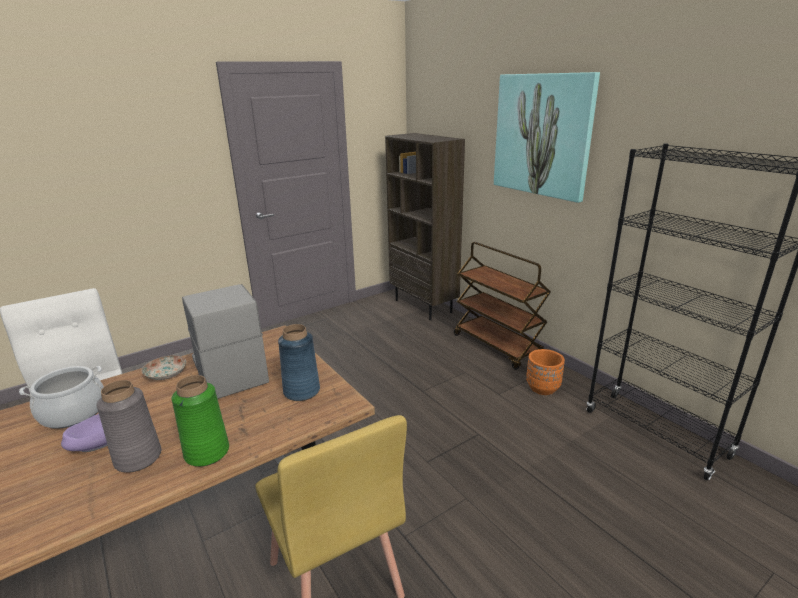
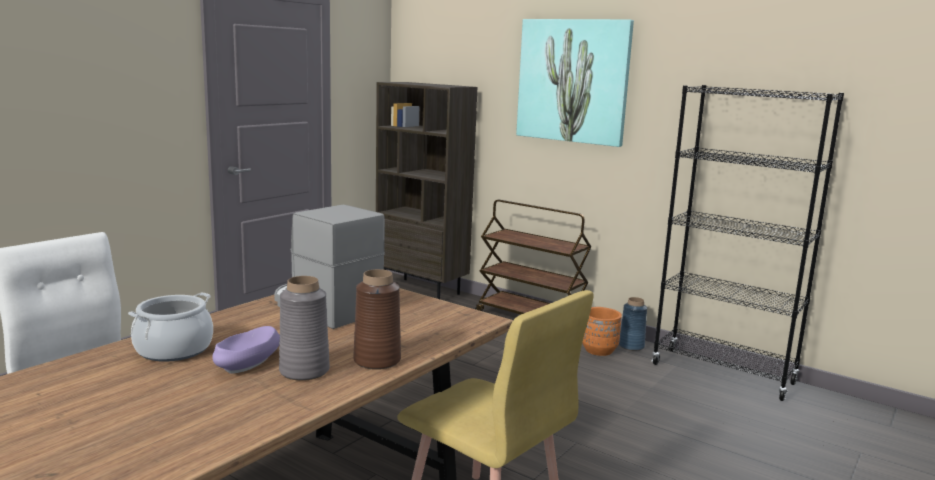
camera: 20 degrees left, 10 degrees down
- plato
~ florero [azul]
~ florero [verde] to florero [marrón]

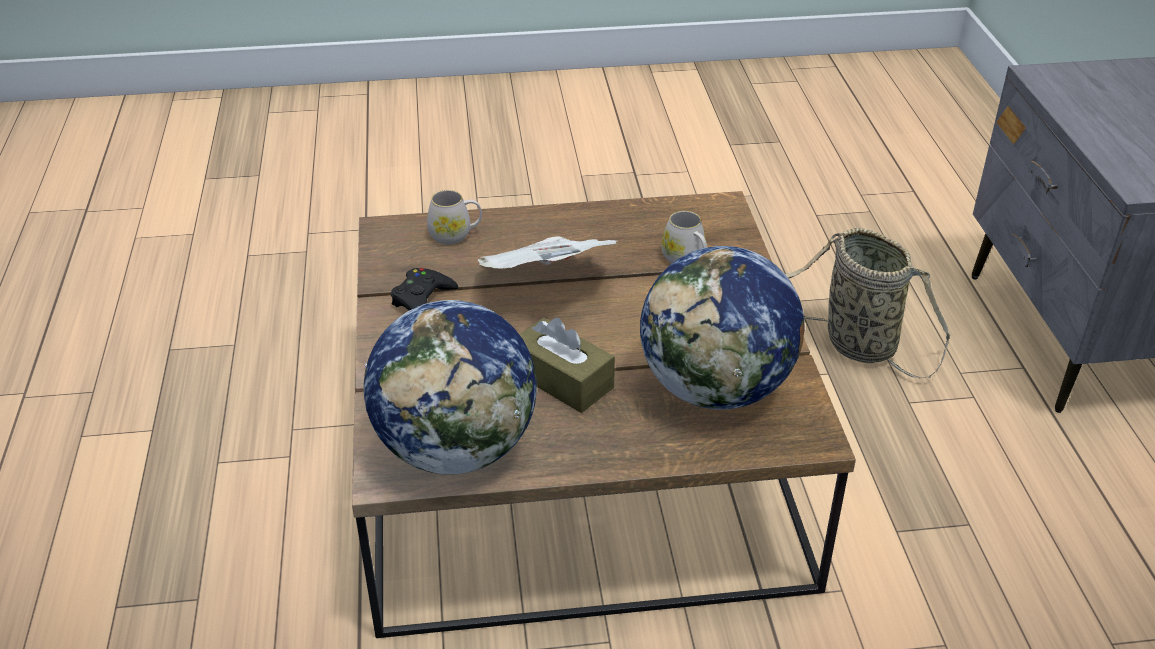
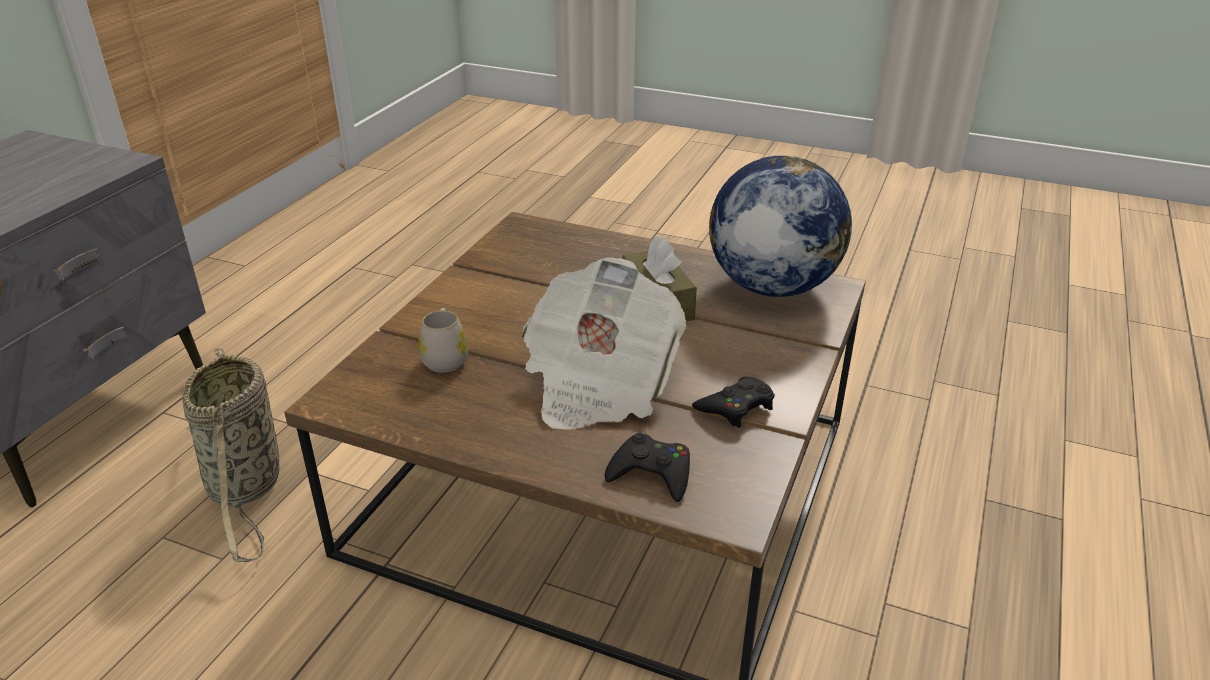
camera: 150 degrees left, 5 degrees down
- globo terráqueo (no. 2 from left)
~ taza grande [blanco] (no. 1 from left) to mando de consola [negro] (no. 1 from left)

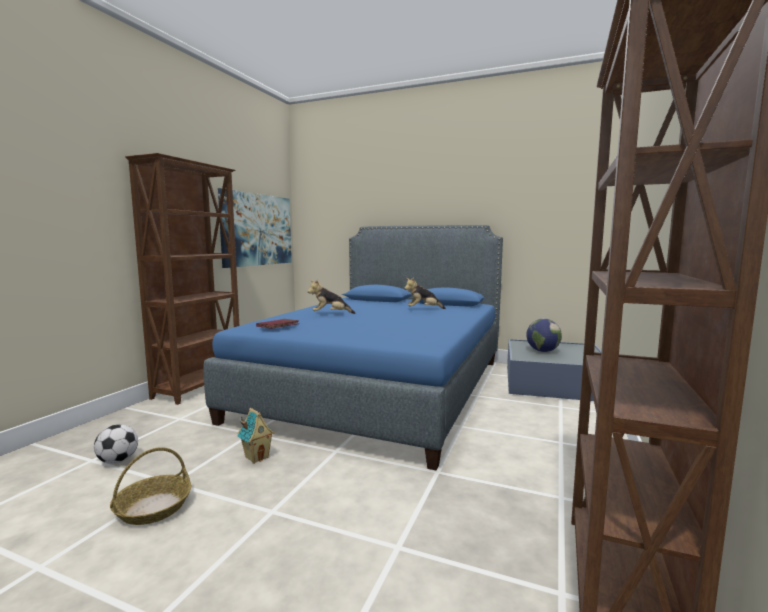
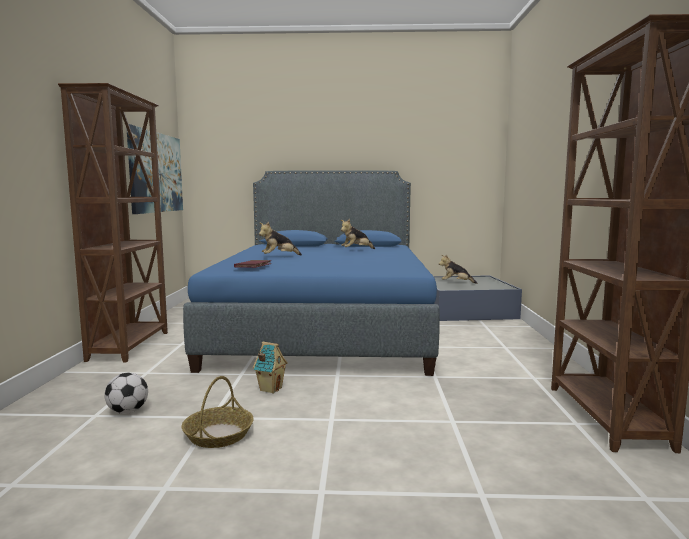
camera: 20 degrees left, 0 degrees up
~ globo terráqueo to peluche (no. 3 from left)

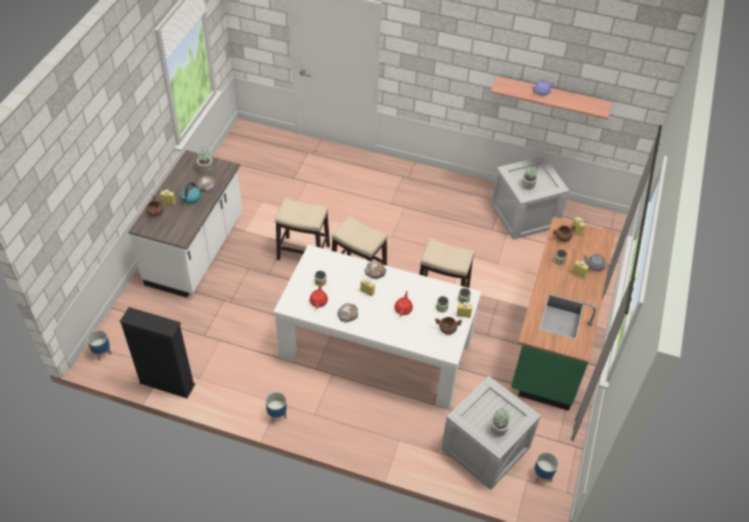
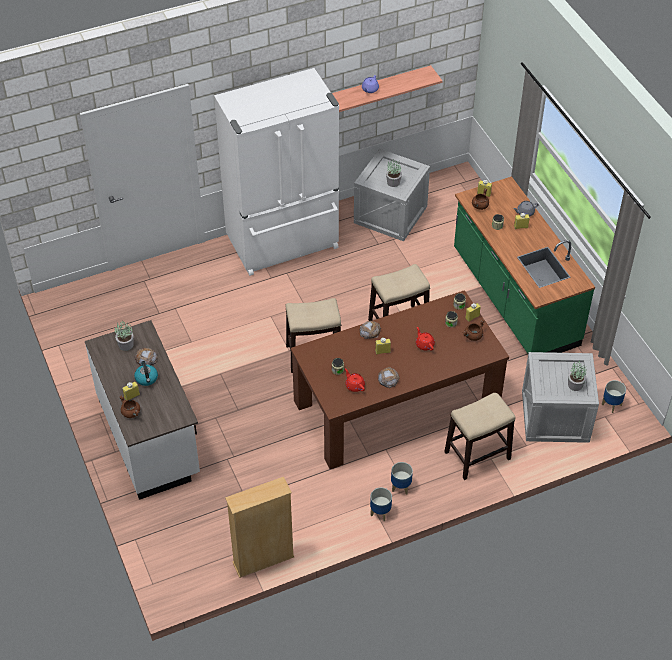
camera: 40 degrees left, 0 degrees up
+ nevera [blanco]
~ maceta (no. 1 from left in the first image) to maceta (no. 2 from left)
~ taburete (no. 1 from left in the first image) to taburete (no. 3 from left)
~ estantería [negro] to estantería [beis]
~ mesa de comedor [blanco] to mesa de comedor [marrón]

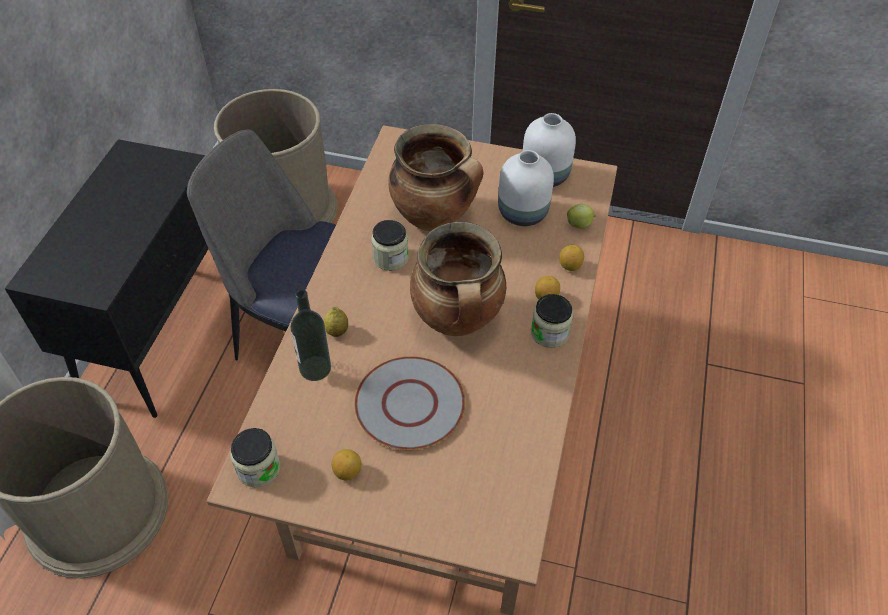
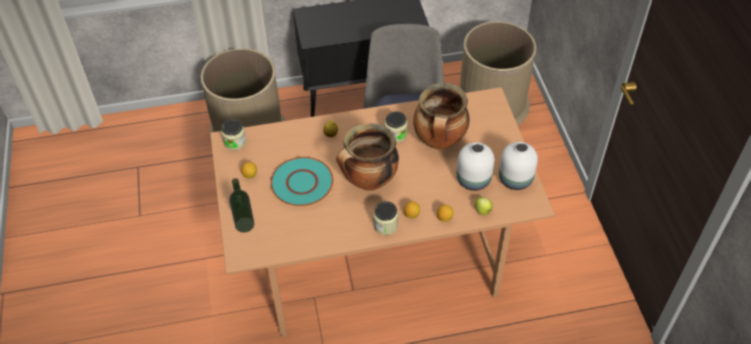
camera: 65 degrees right, 0 degrees up
~ botella
~ plato [gris] to plato [turquesa]

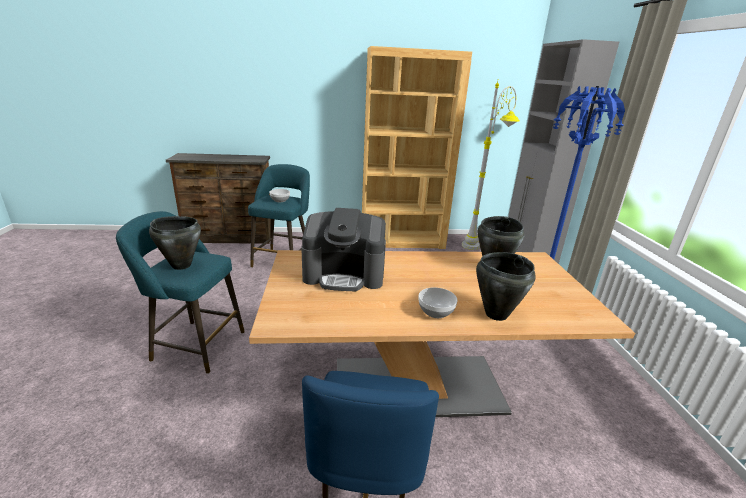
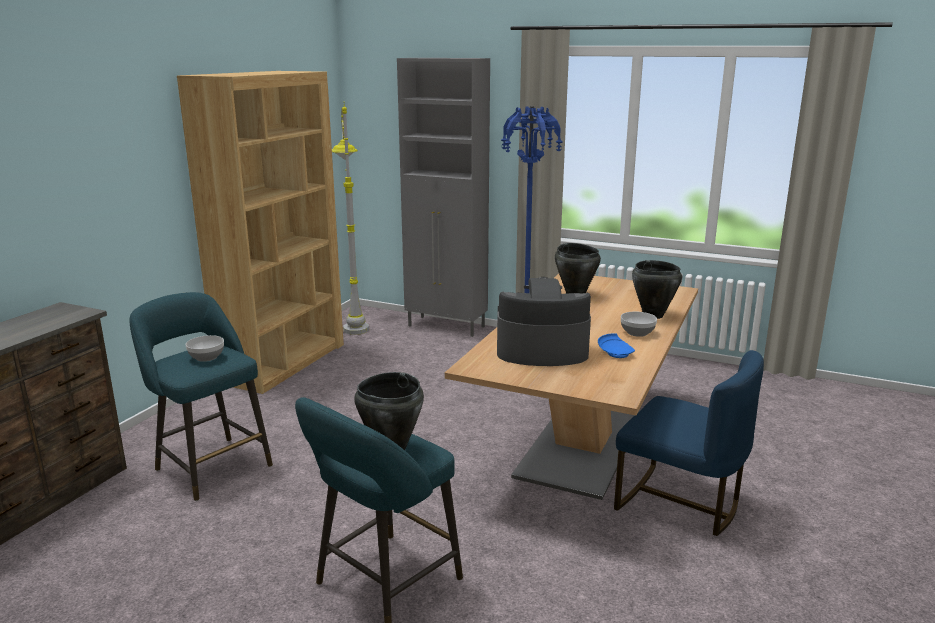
camera: 60 degrees left, 5 degrees down
+ plato [azul]
~ cafetera 120 degrees counterclockwise

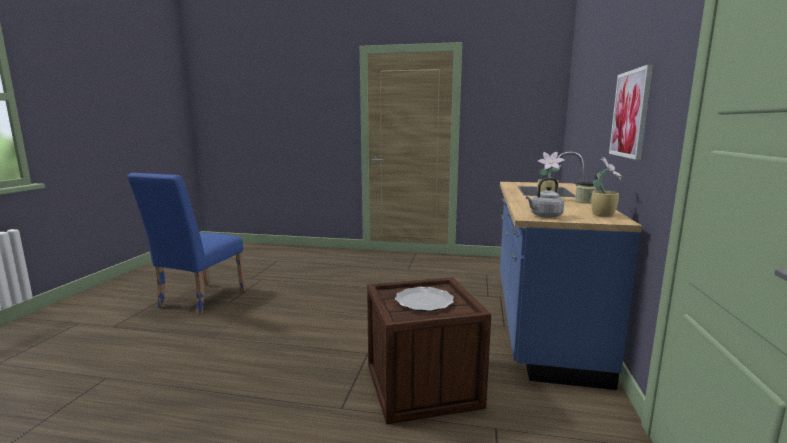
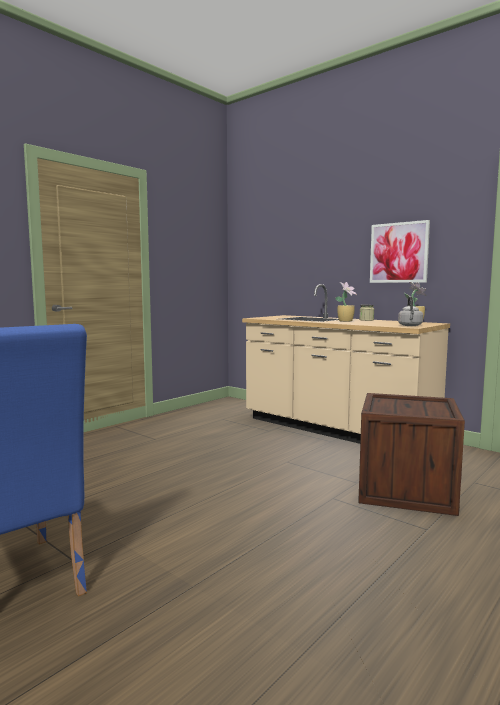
camera: 60 degrees left, 5 degrees down
- plato
~ mueble bajo de cocina [azul] to mueble bajo de cocina [beis]

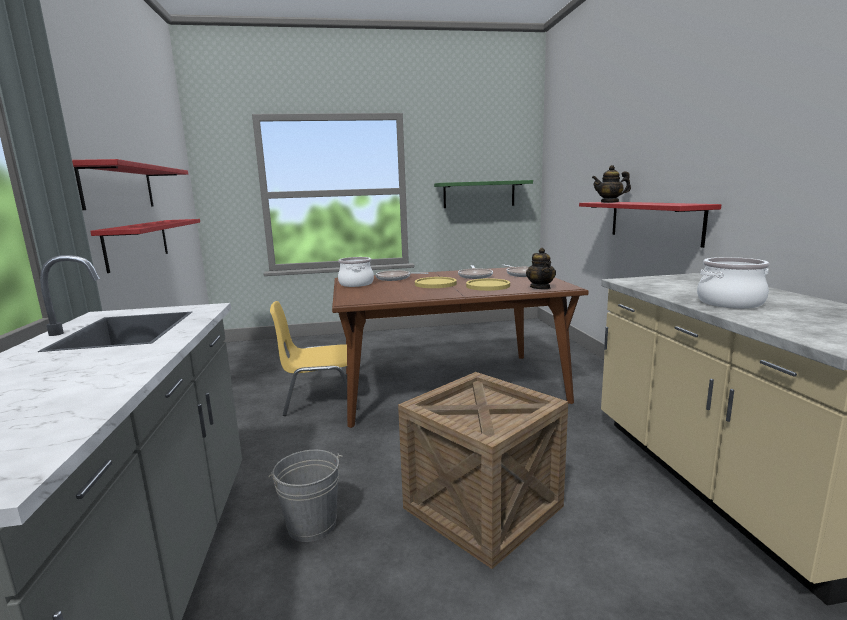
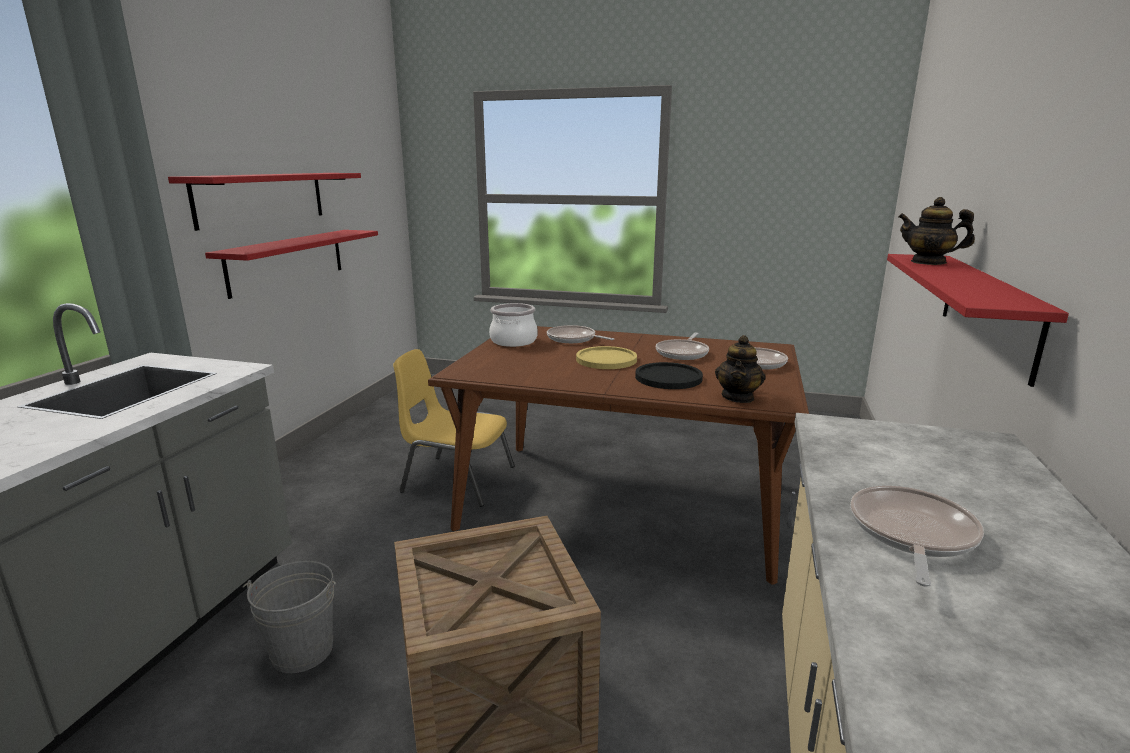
camera: 25 degrees right, 5 degrees up
- estante [verde]
~ olla (no. 2 from left) to sartén (no. 4 from left)
~ plato [amarillo] (no. 2 from left) to plato [negro]

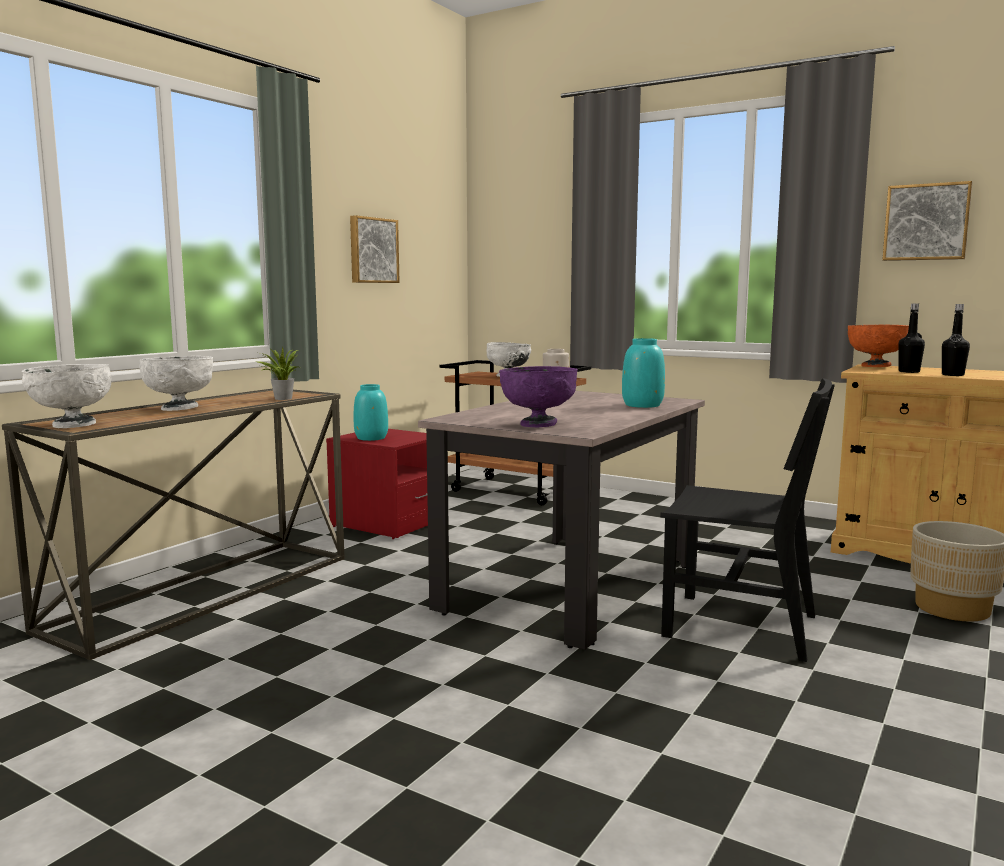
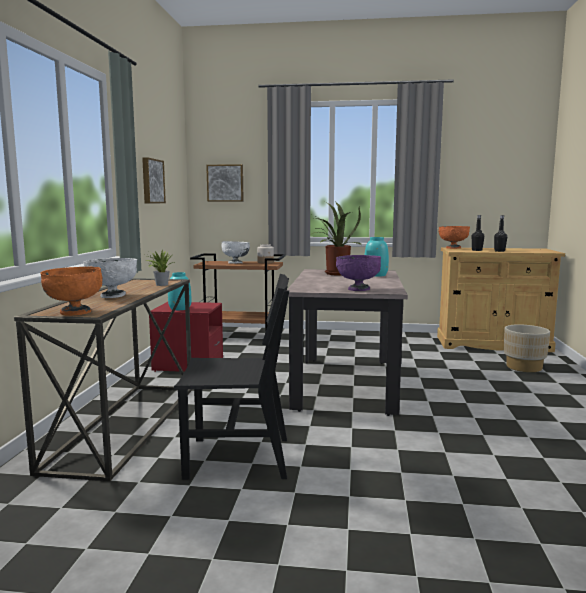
camera: 25 degrees left, 0 degrees up
+ planta en maceta (no. 2 from left)
~ silla [negro]
~ cuadro (no. 2 from left)
~ cuenco [blanco] (no. 1 from left) to cuenco [naranja] (no. 1 from left)

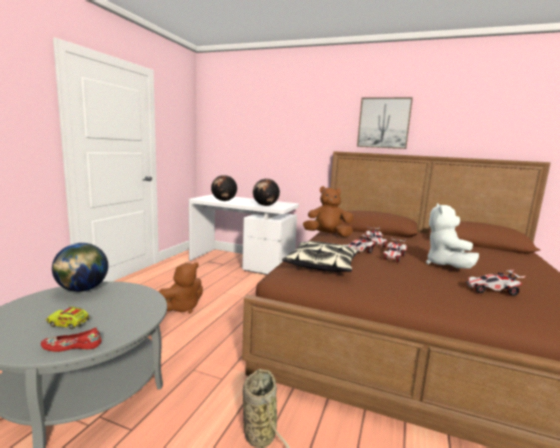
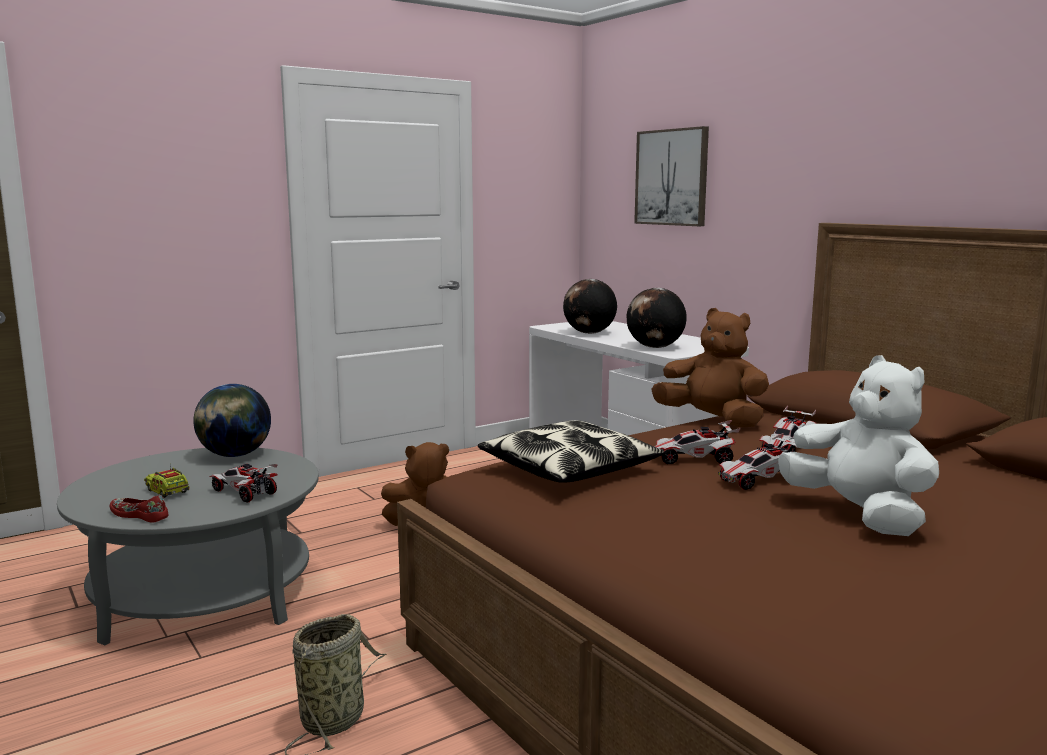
camera: 35 degrees right, 0 degrees up
~ cuadro
~ coche de juguete (no. 4 from left in the first image) to coche de juguete (no. 1 from left)
~ peluche [blanco] 105 degrees clockwise

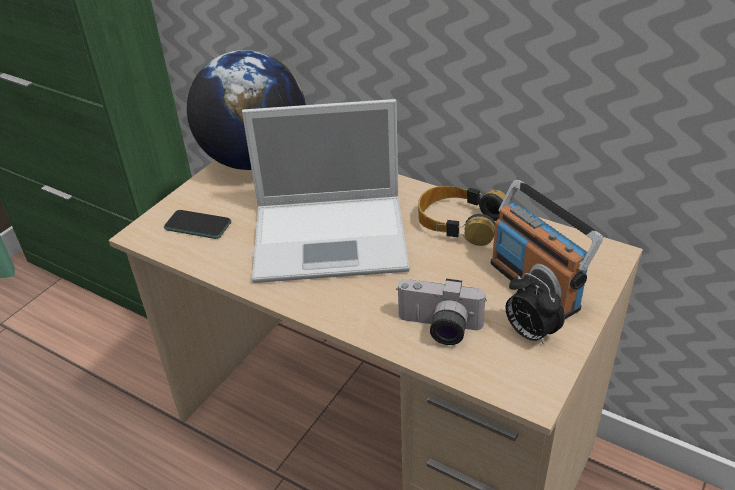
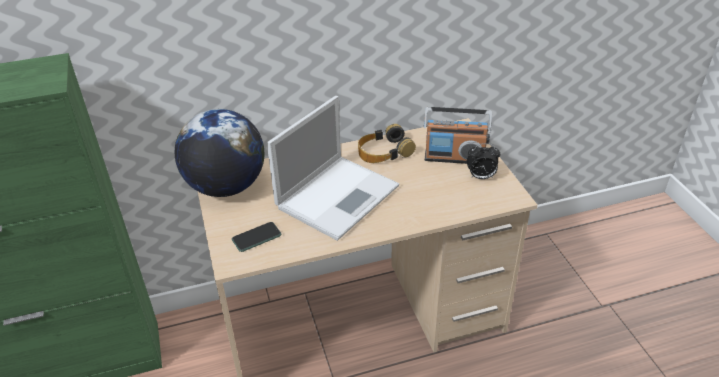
camera: 50 degrees left, 0 degrees up
- cámara

